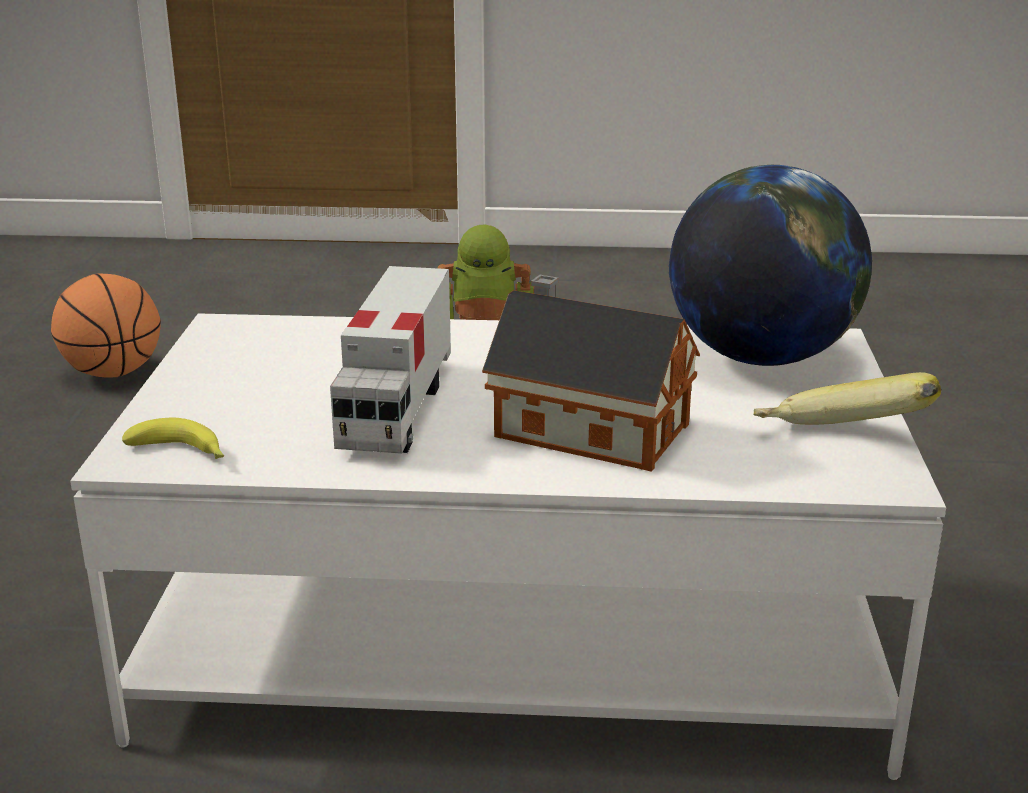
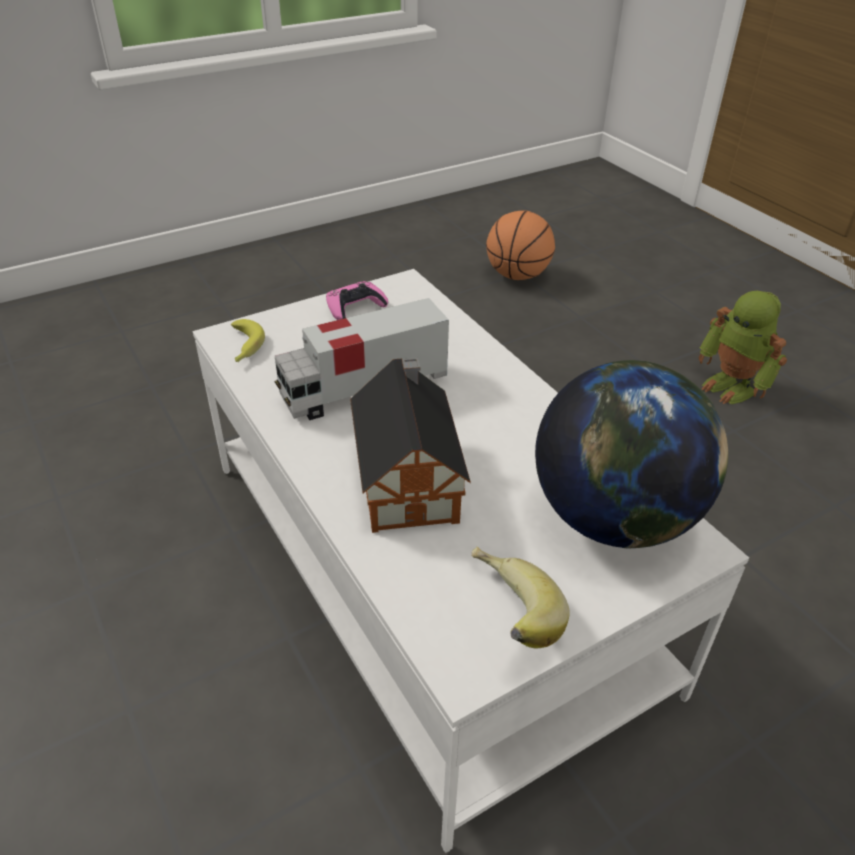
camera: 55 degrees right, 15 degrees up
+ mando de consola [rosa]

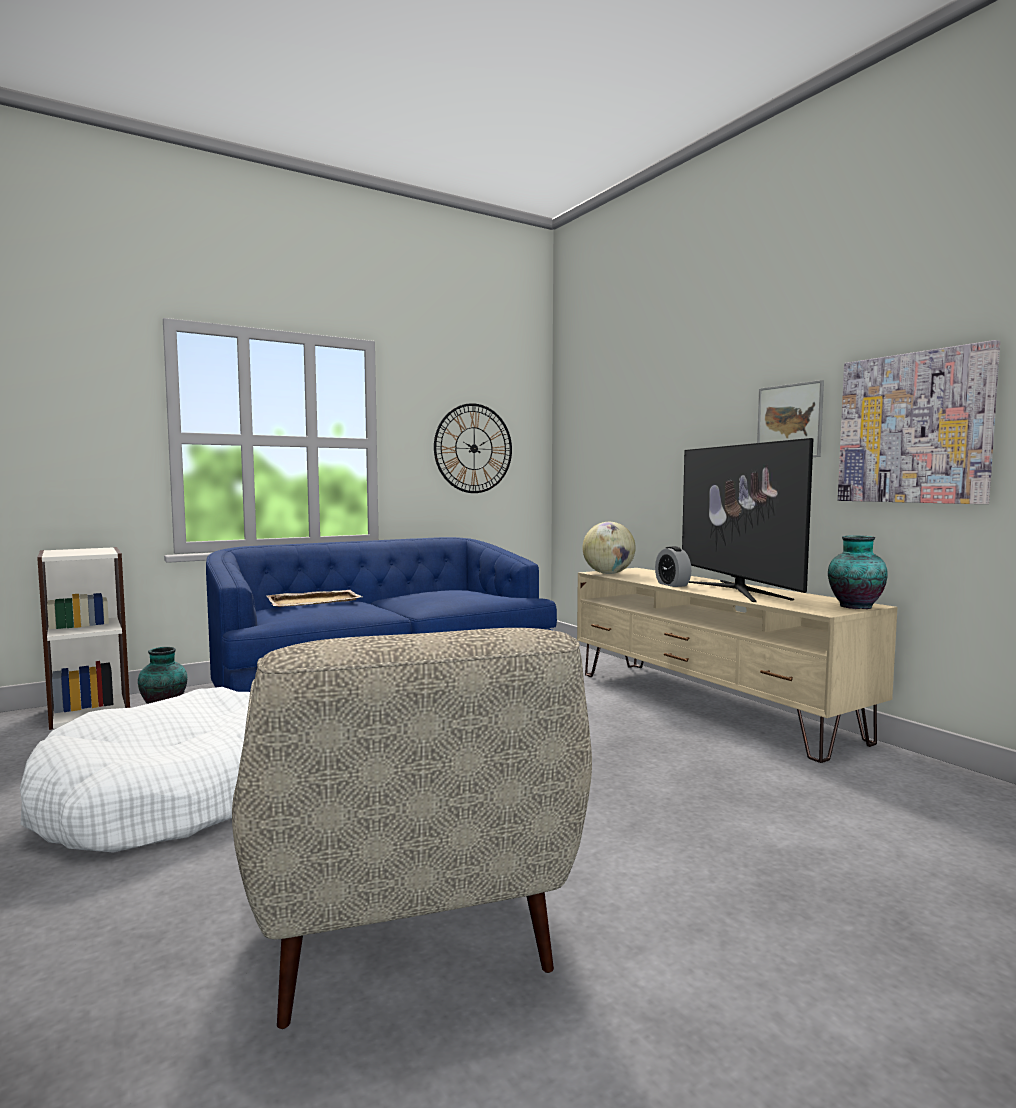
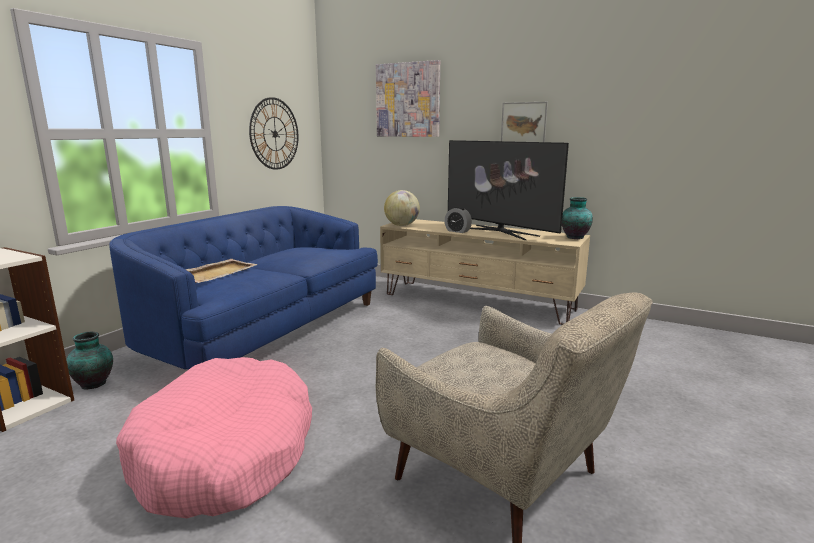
camera: 30 degrees left, 10 degrees up
~ cuadro (no. 2 from left in the first image) to cuadro (no. 1 from left)
~ cama para perro [blanco] to cama para perro [rosa]

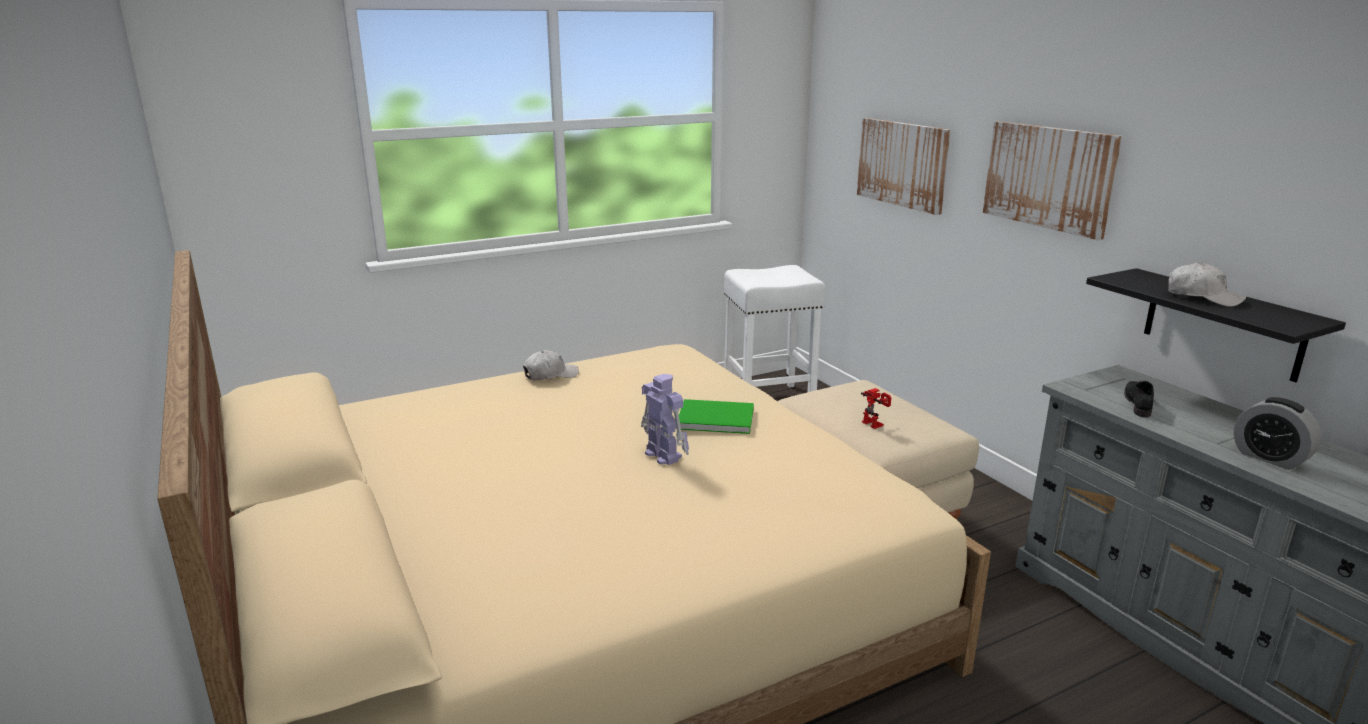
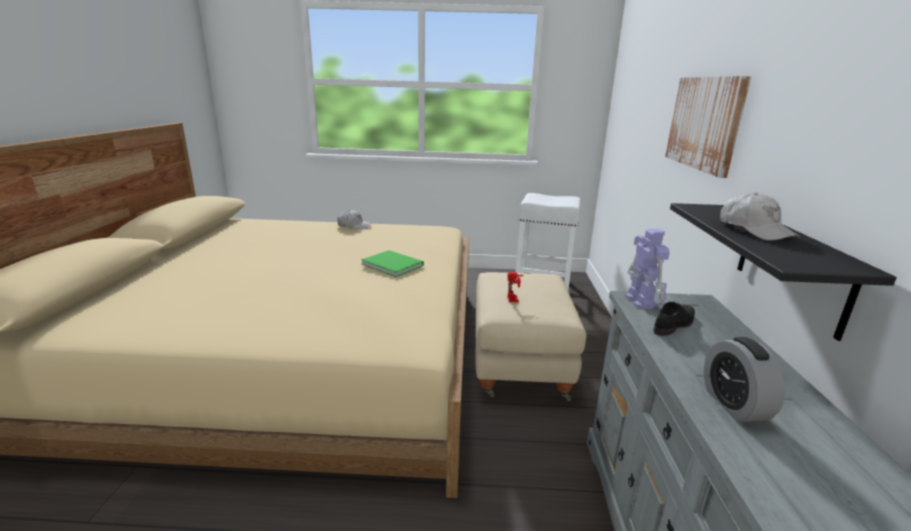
camera: 30 degrees right, 0 degrees up
- cuadro (no. 1 from left)
~ robot de juguete (no. 1 from left in the first image) to robot de juguete (no. 2 from left)

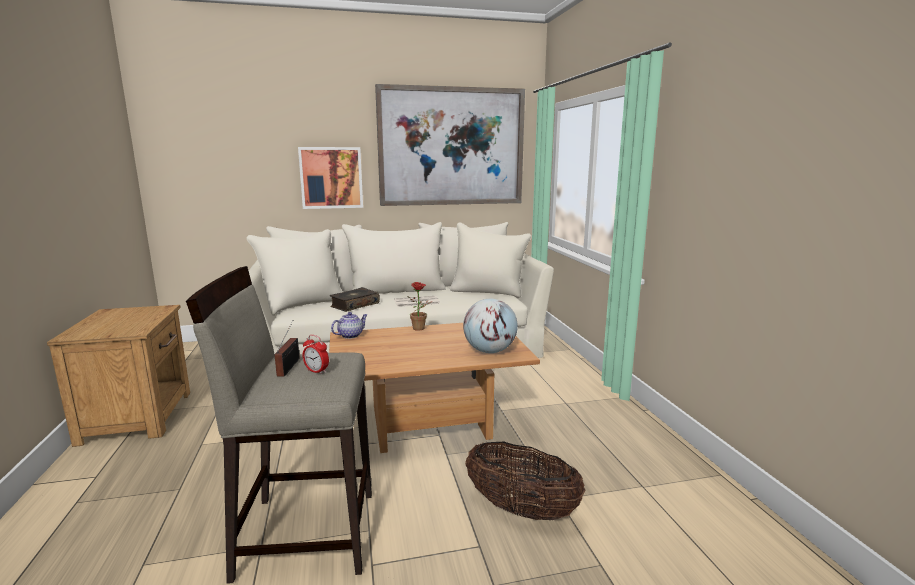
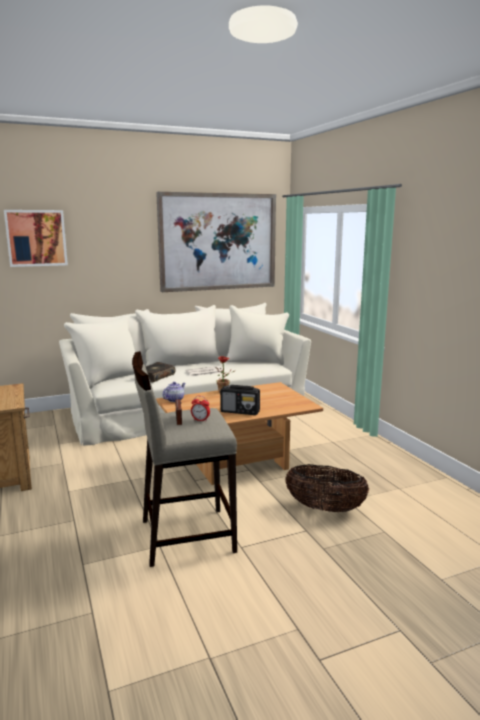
camera: 10 degrees left, 0 degrees up
- globo terráqueo
+ radio (no. 2 from left)
~ cuadro (no. 1 from left)

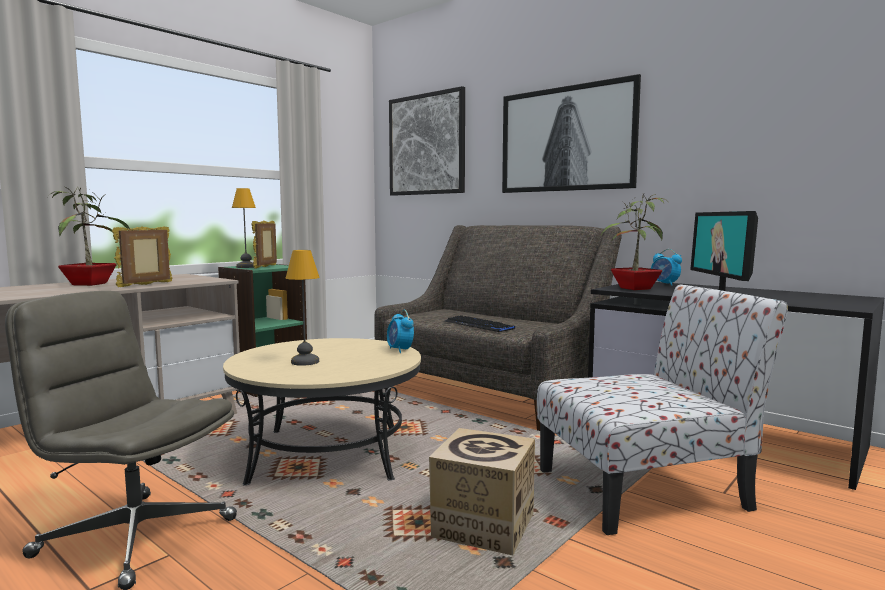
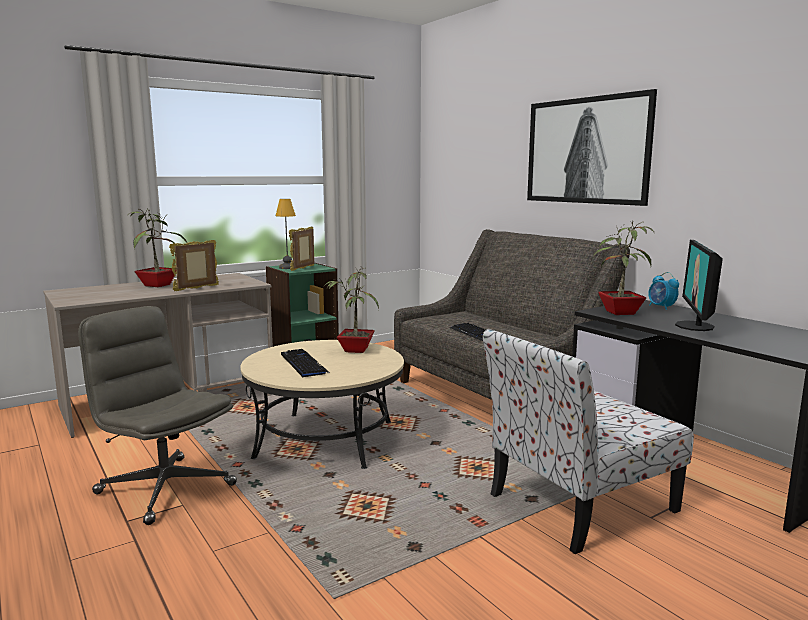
camera: 15 degrees right, 5 degrees up
- despertador (no. 1 from left)
- cuadro (no. 1 from left)
- caja de cartón
+ planta en maceta (no. 2 from left)
~ lámpara de mesa (no. 2 from left) to teclado (no. 1 from left)
~ silla 150 degrees clockwise

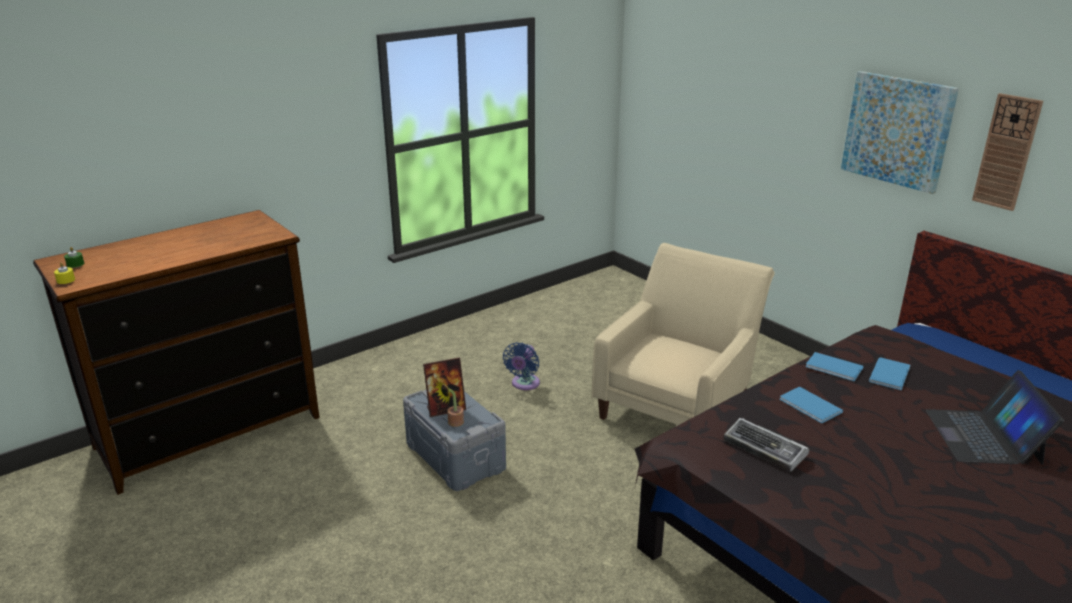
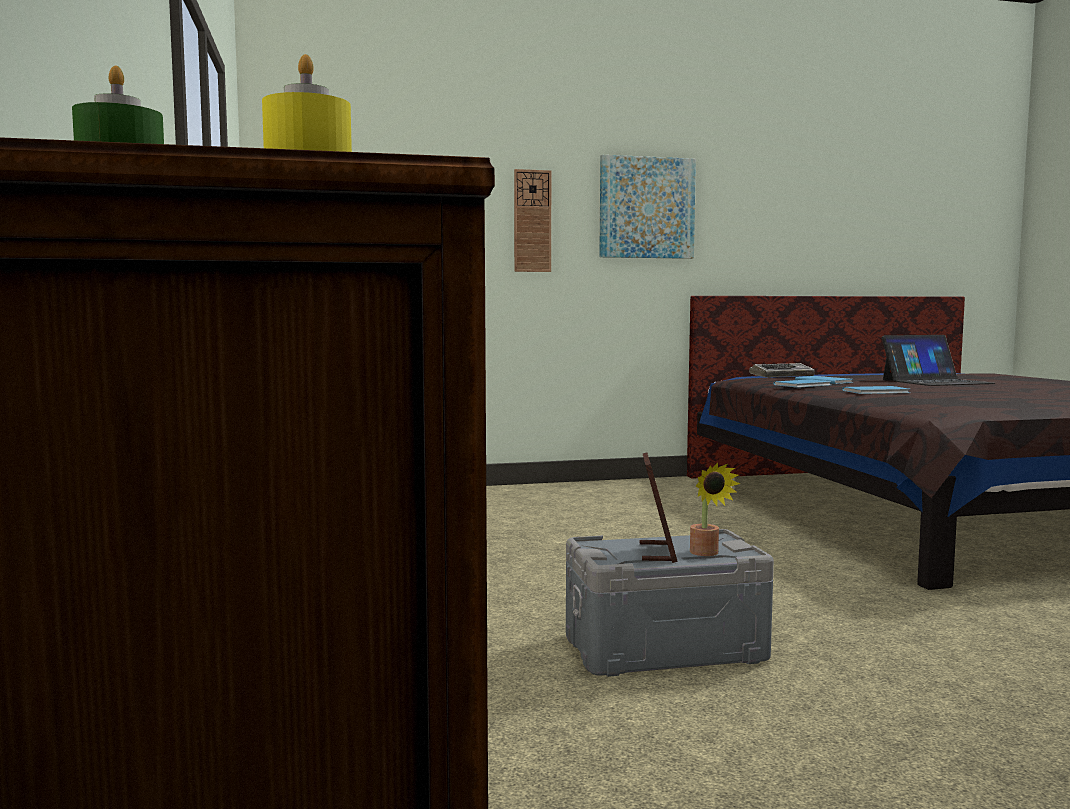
camera: 65 degrees left, 20 degrees down
- ventilador [azul]
- sillón [beis]
~ teclado
~ reloj de pared
~ portátil 45 degrees counterclockwise

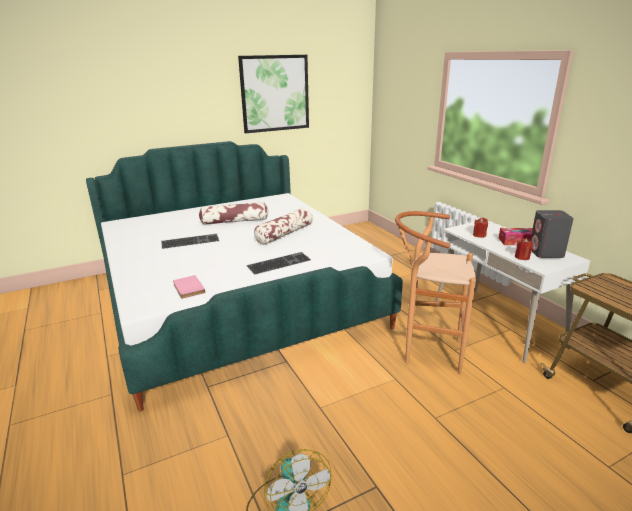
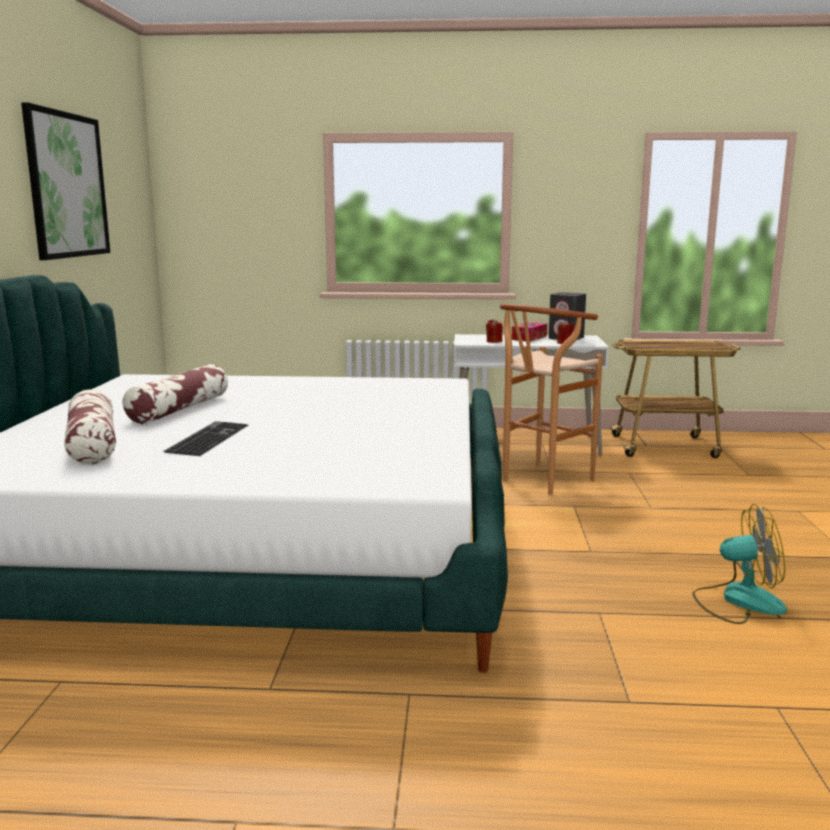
camera: 60 degrees left, 10 degrees down
- libro [rosa]
- teclado (no. 2 from left)
~ cojín (no. 2 from left in the first image) to cojín (no. 1 from left)

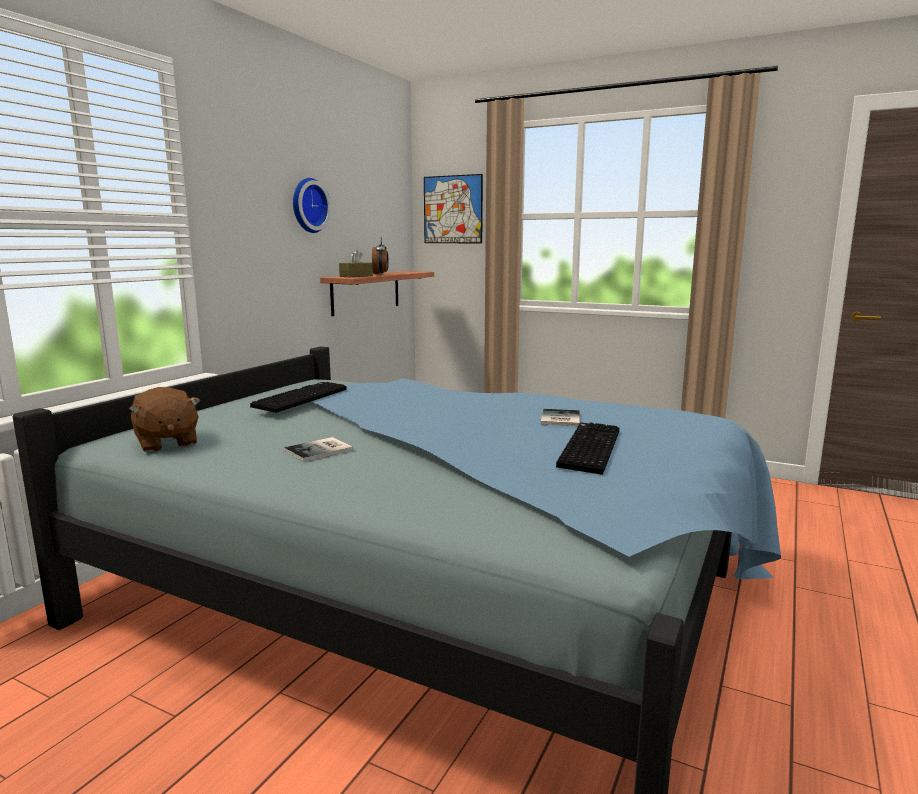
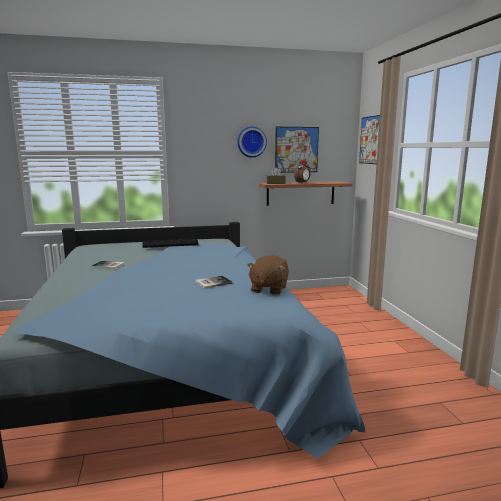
camera: 50 degrees right, 0 degrees up
- teclado (no. 2 from left)
+ cuadro (no. 1 from left)
~ peluche [marrón]

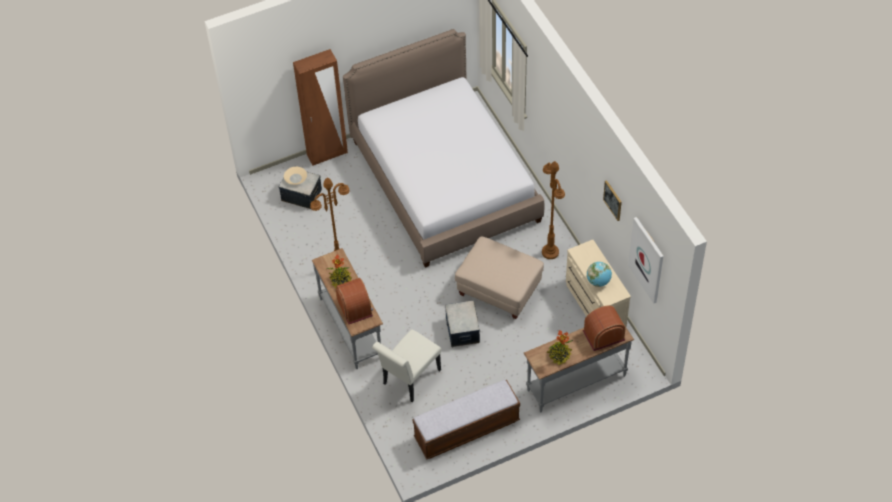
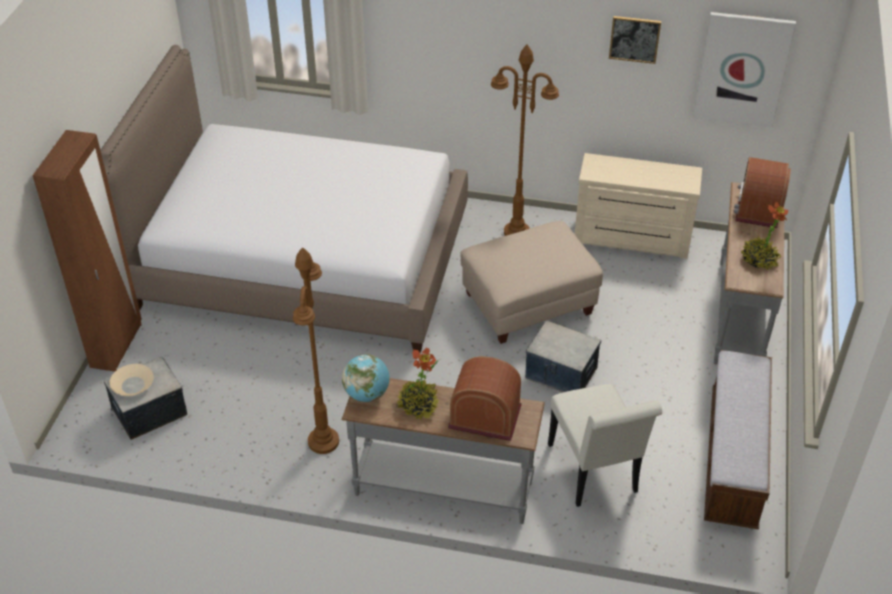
camera: 55 degrees left, 10 degrees down
~ globo terráqueo

